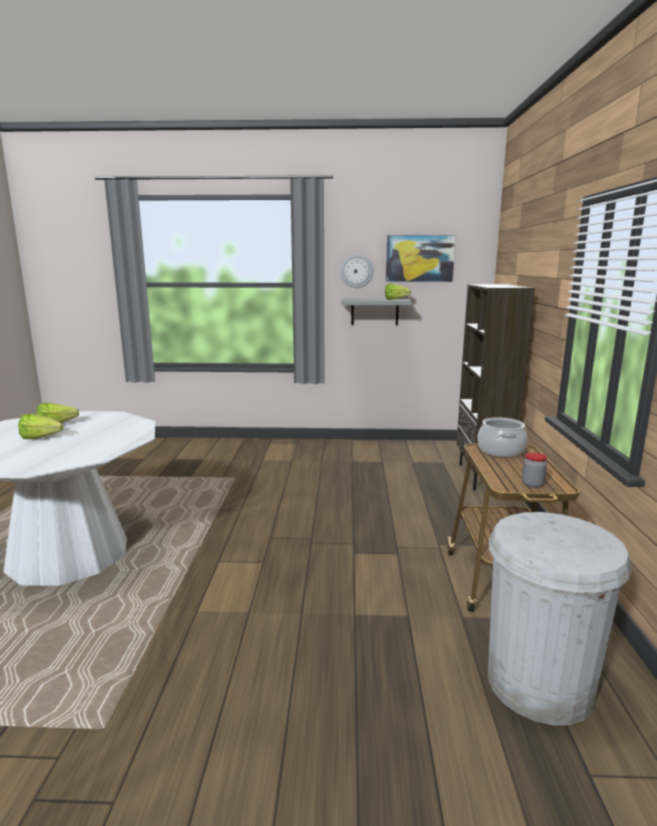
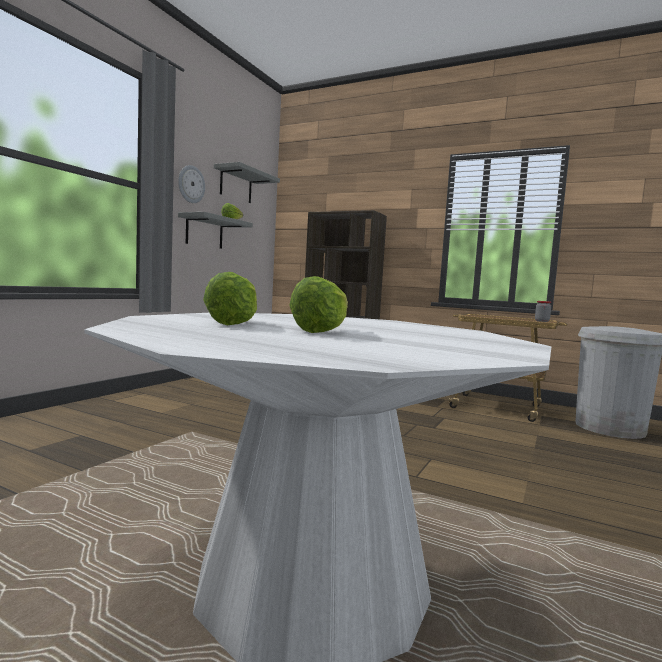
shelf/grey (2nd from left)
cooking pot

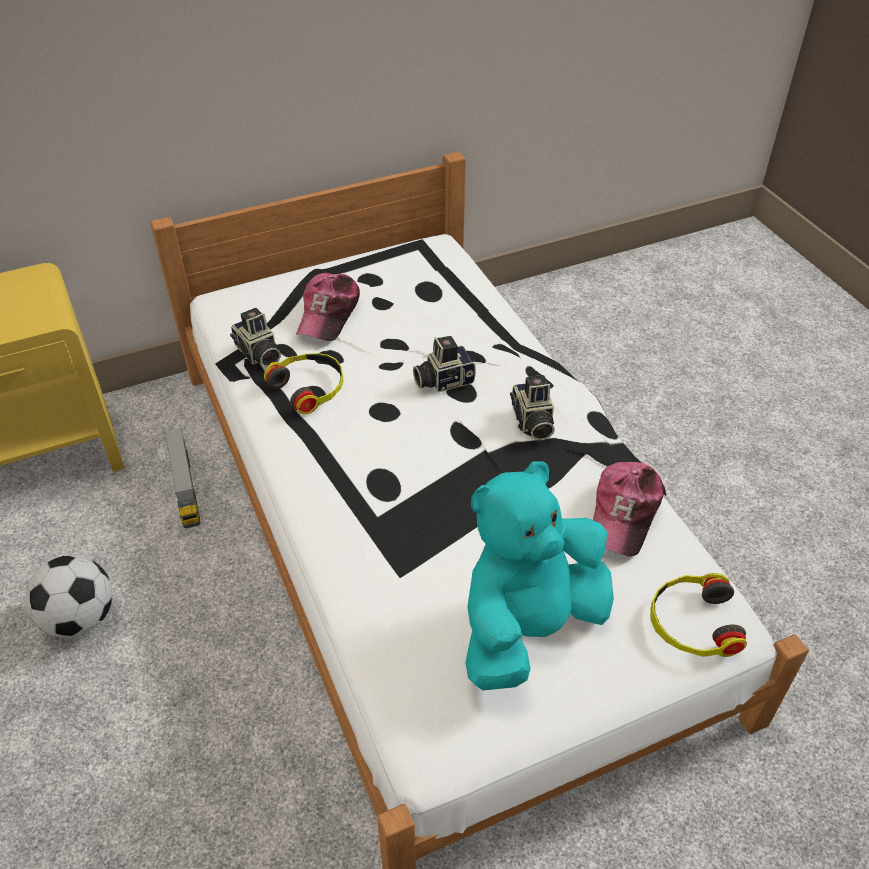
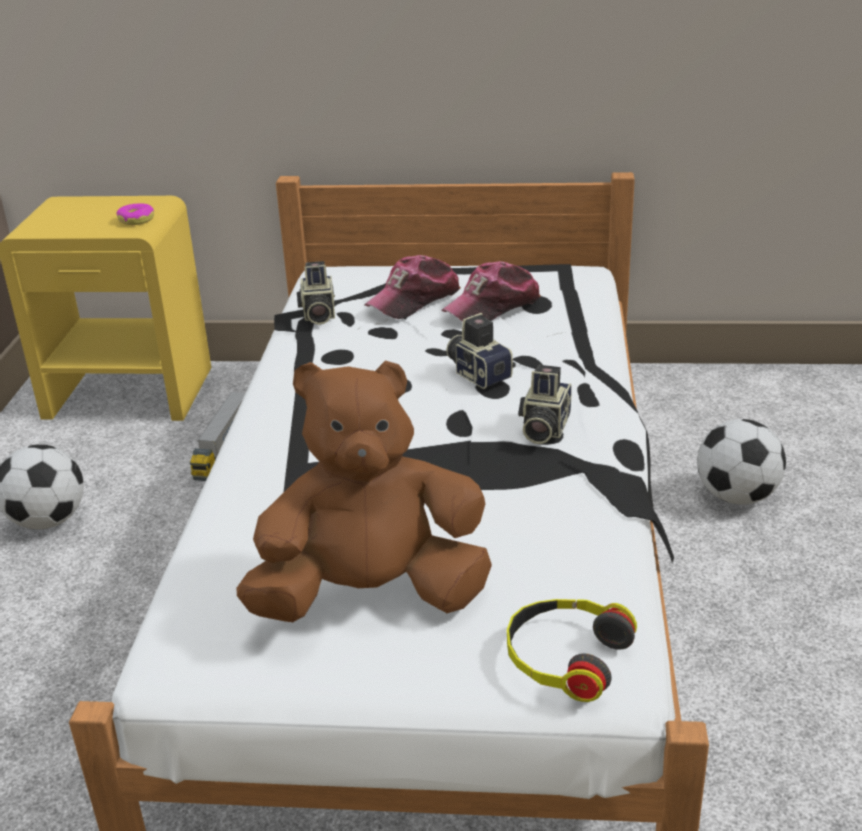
headphones (1st from left in the first image)
photo camera (2nd from left)
plush toy/brown
cap (2nd from left)
donut
football (2nd from left)

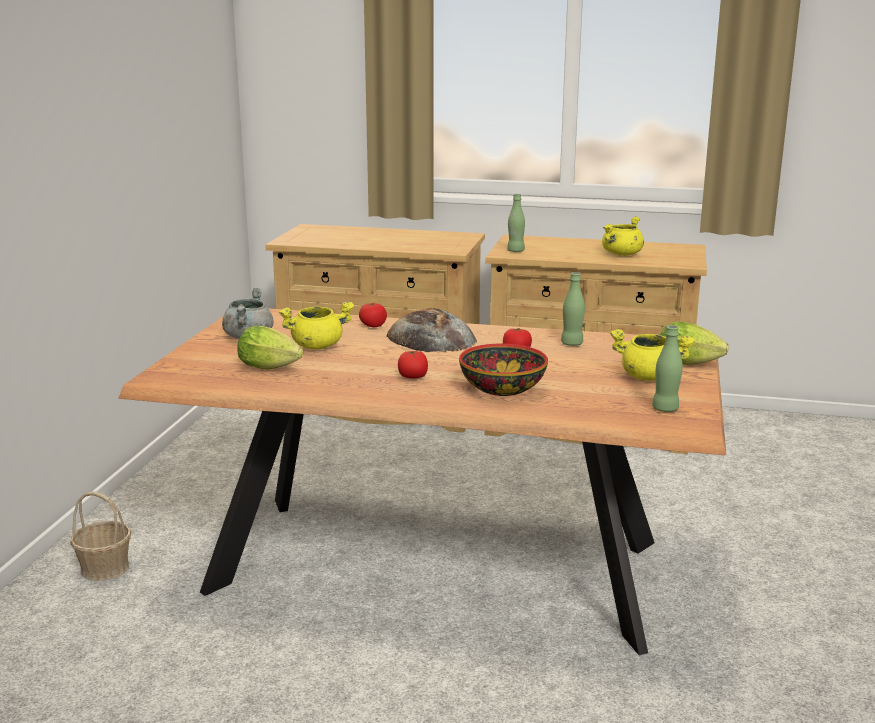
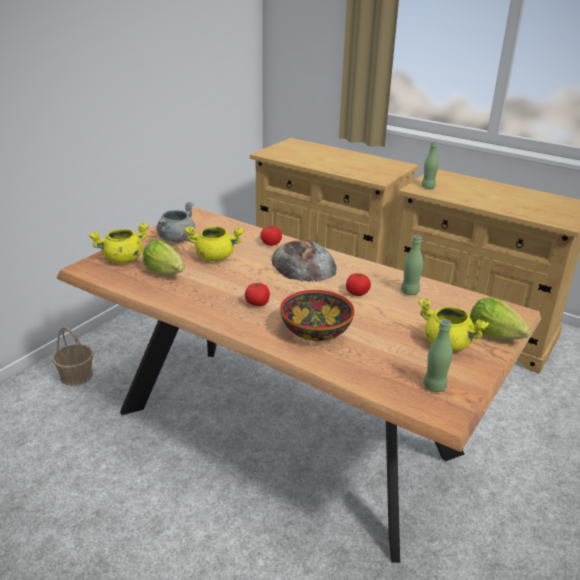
cooking pot/yellow (1st from left)

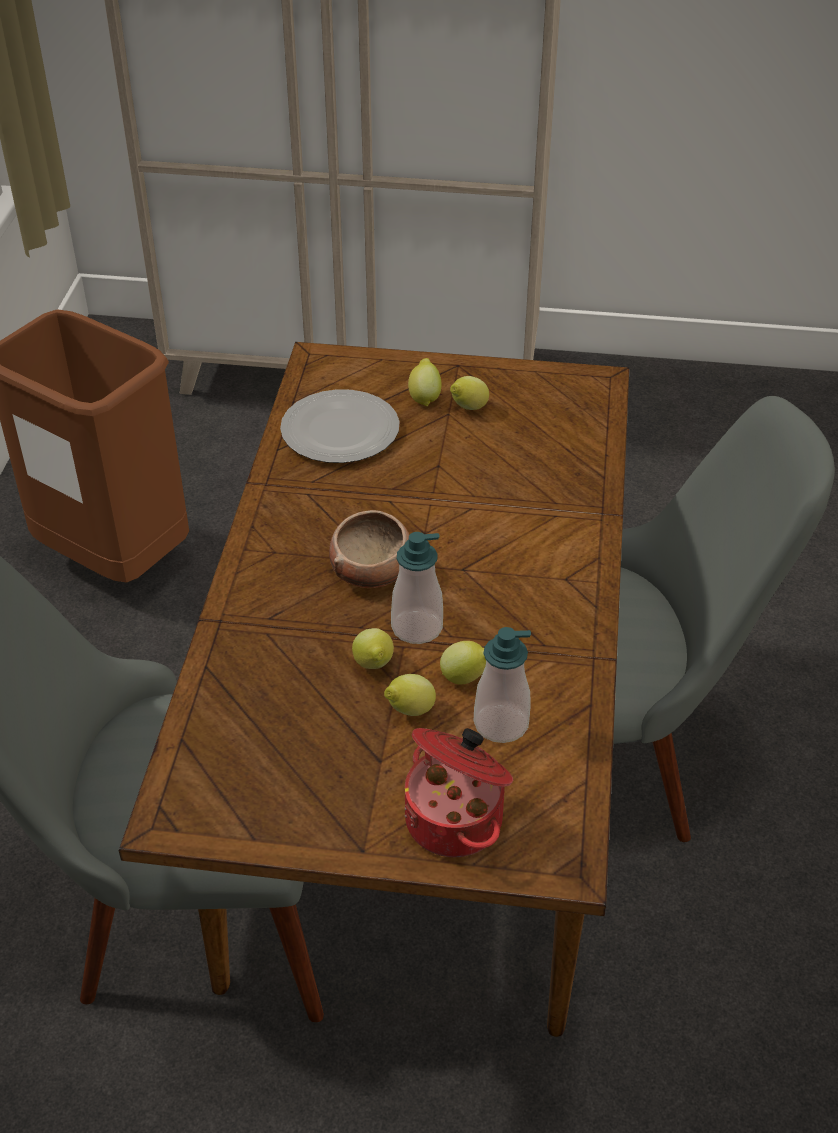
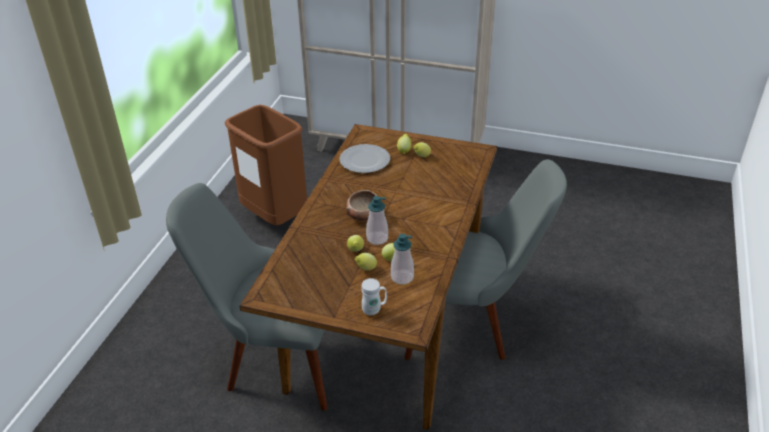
mug/white

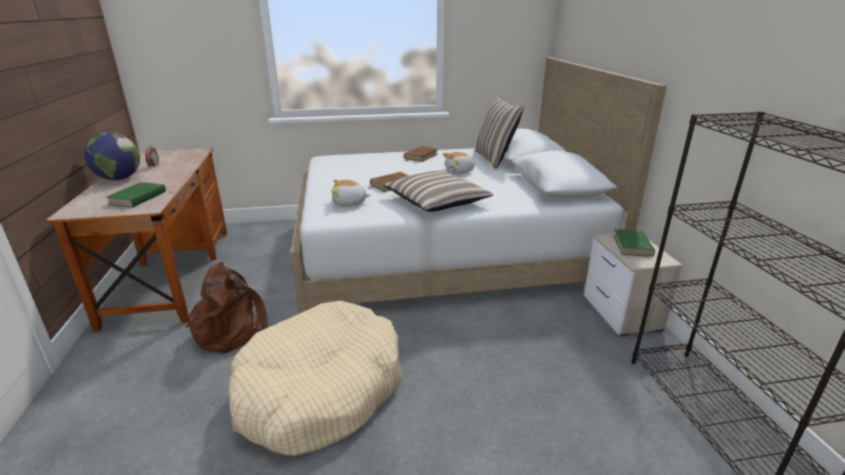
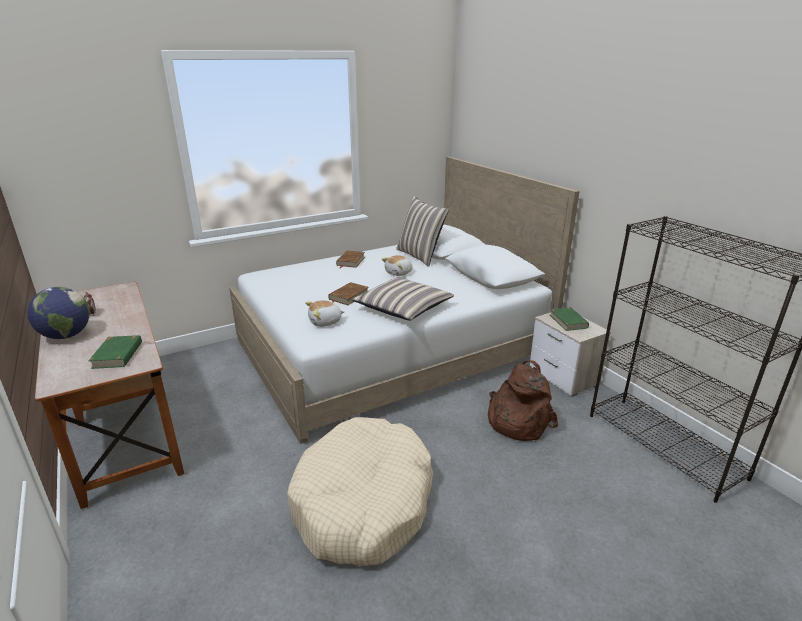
backpack/brown

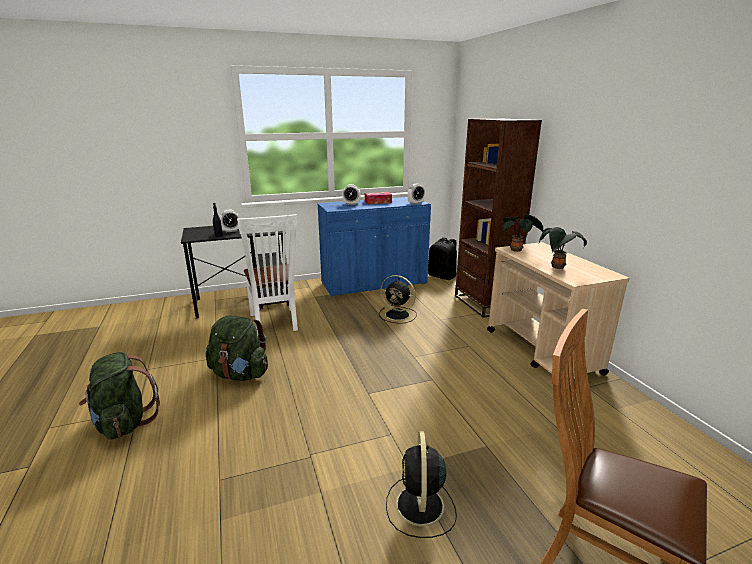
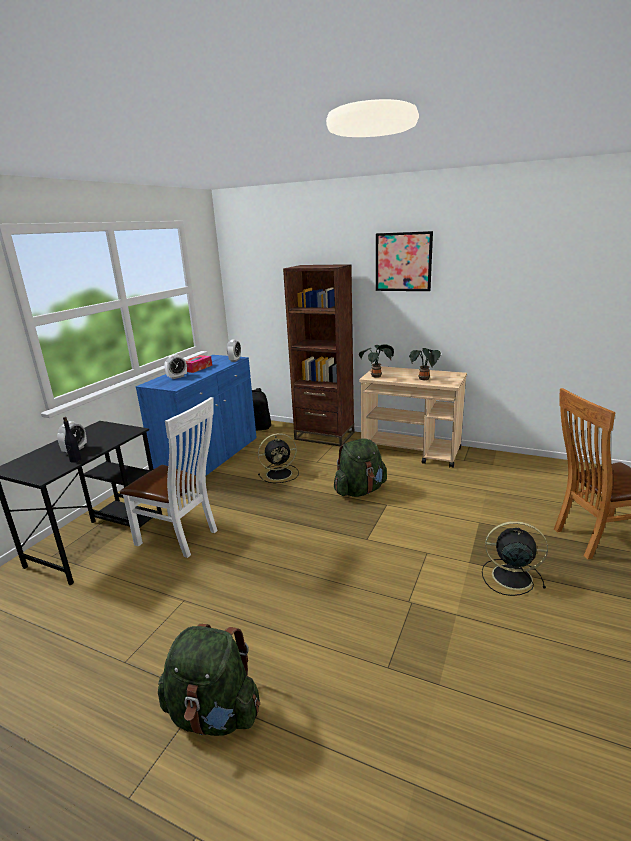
backpack/green (2nd from left)
fan/black (2nd from left)
picture

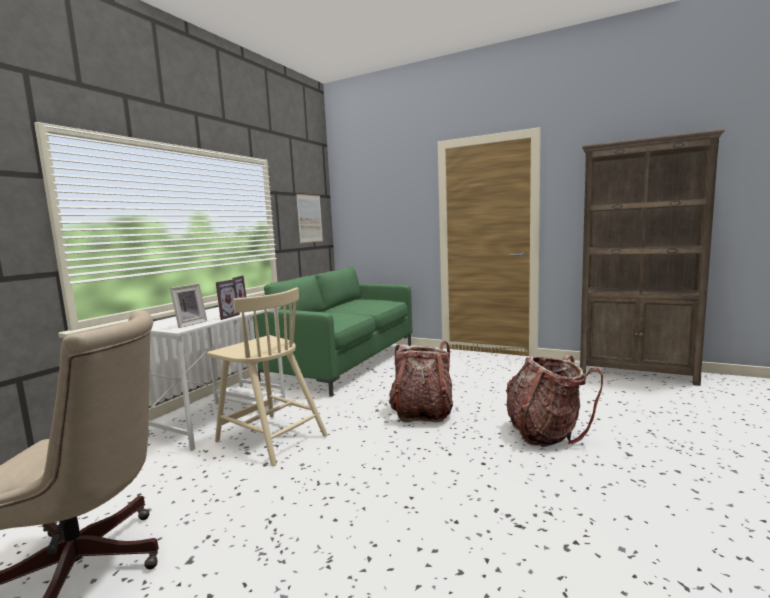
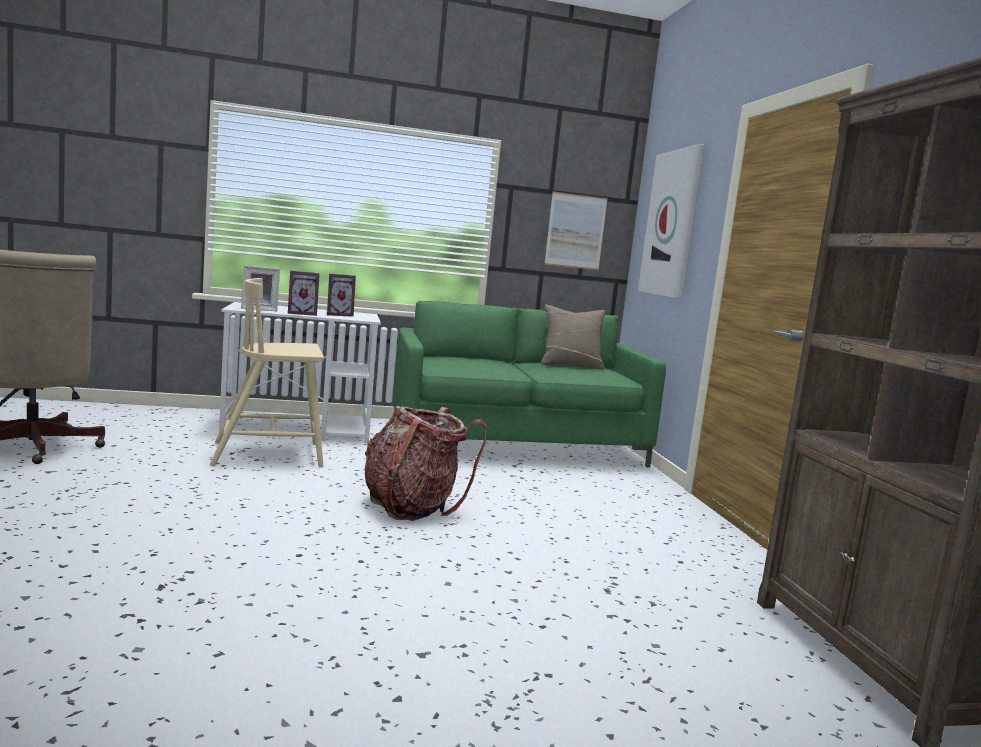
chair/beige
backpack (2nd from left in the first image)
pillow/beige
picture (2nd from left)

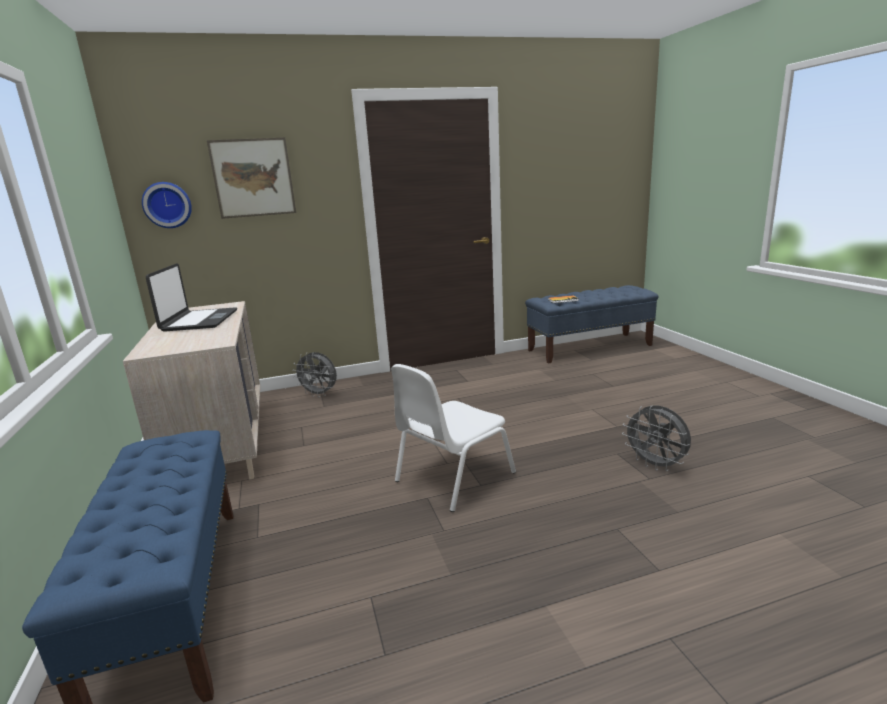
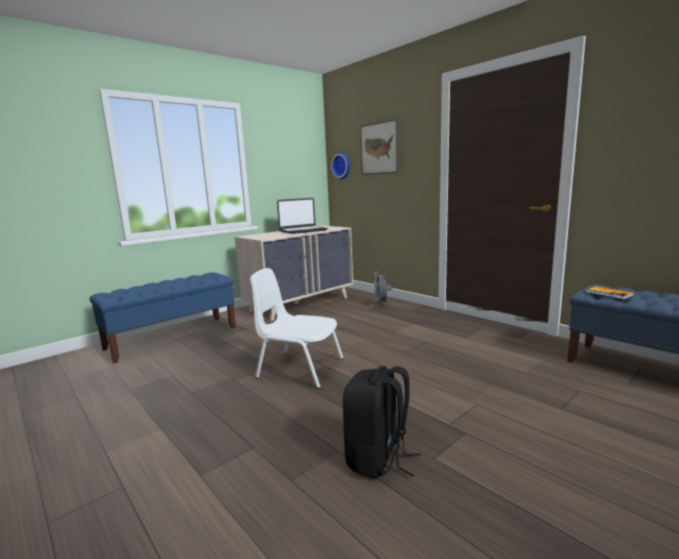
backpack/black

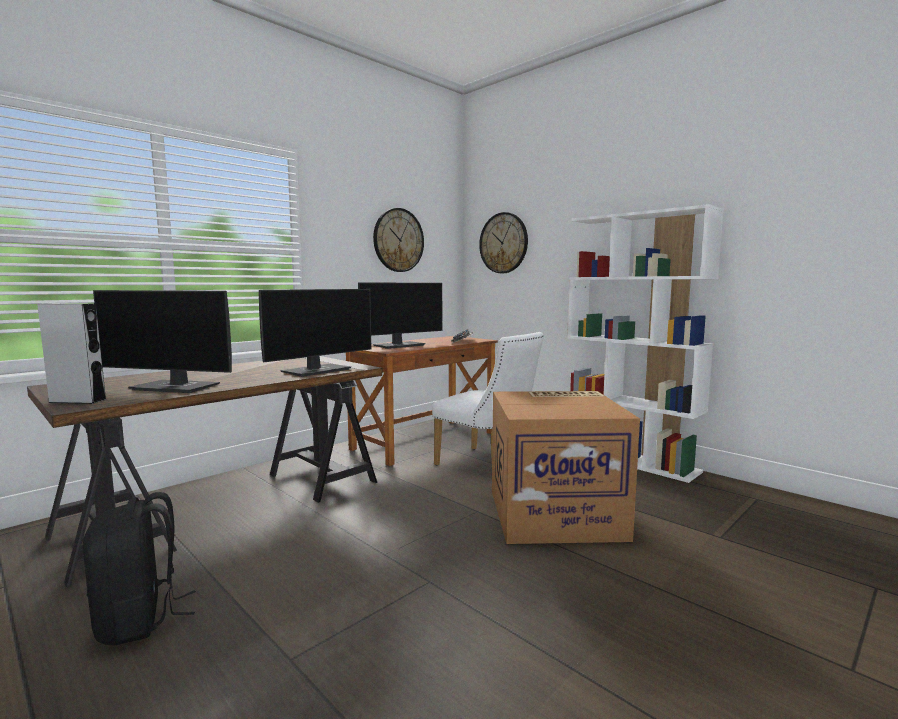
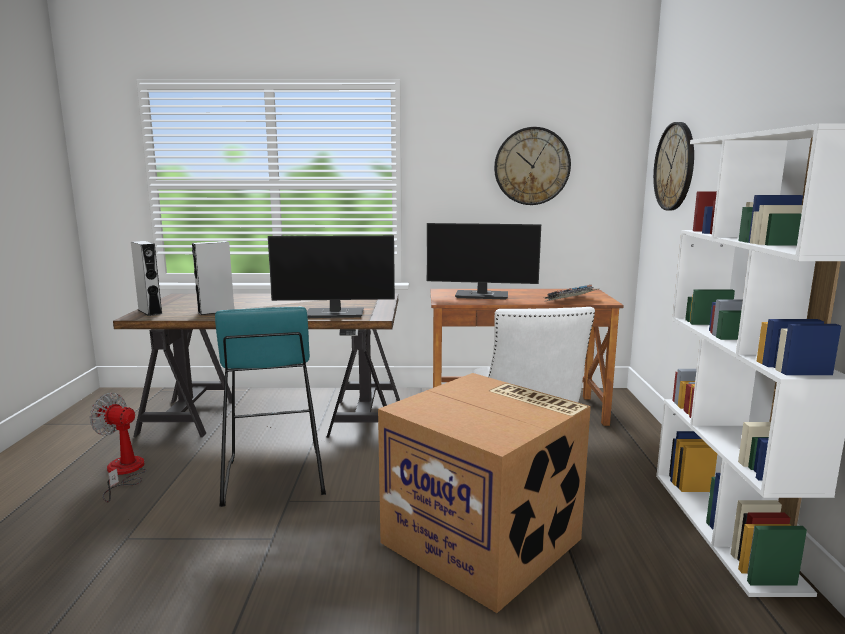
fan
speaker/grey (2nd from left)
stool/turquoise

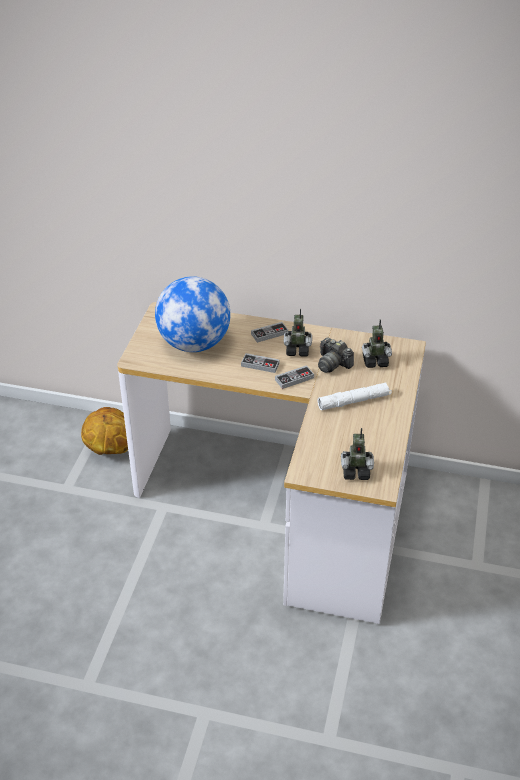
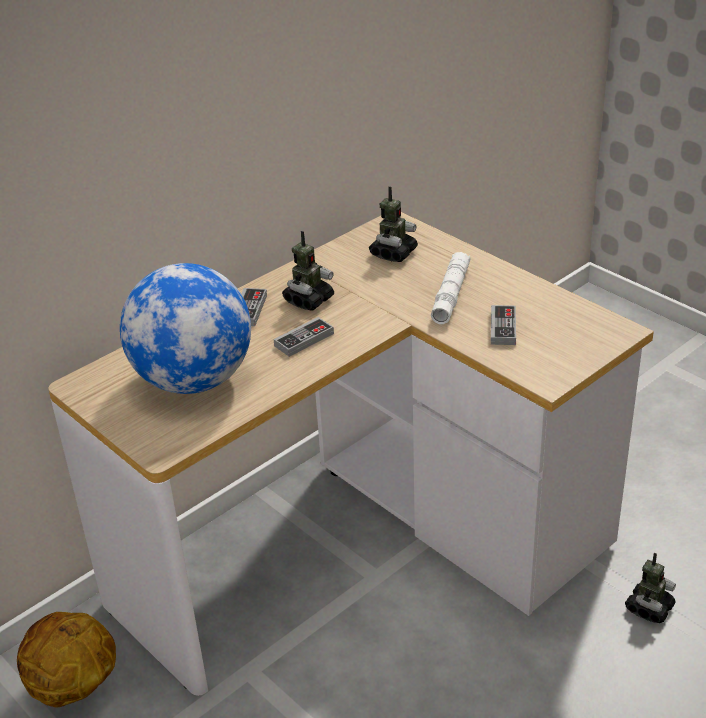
game controller (3rd from left)
photo camera
toy robot (3rd from left)

